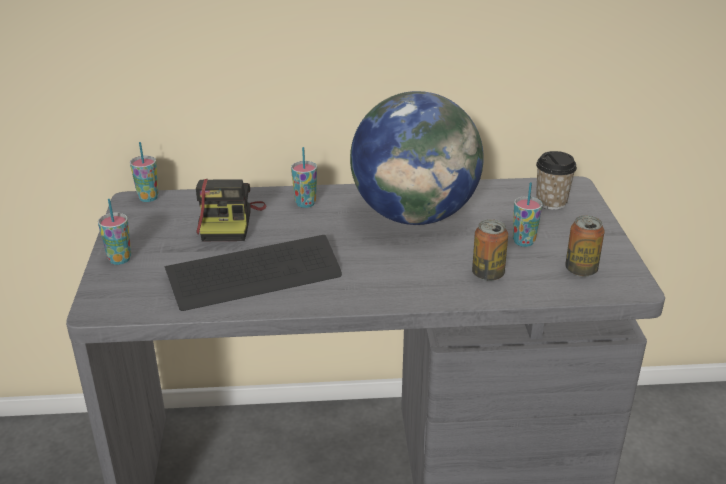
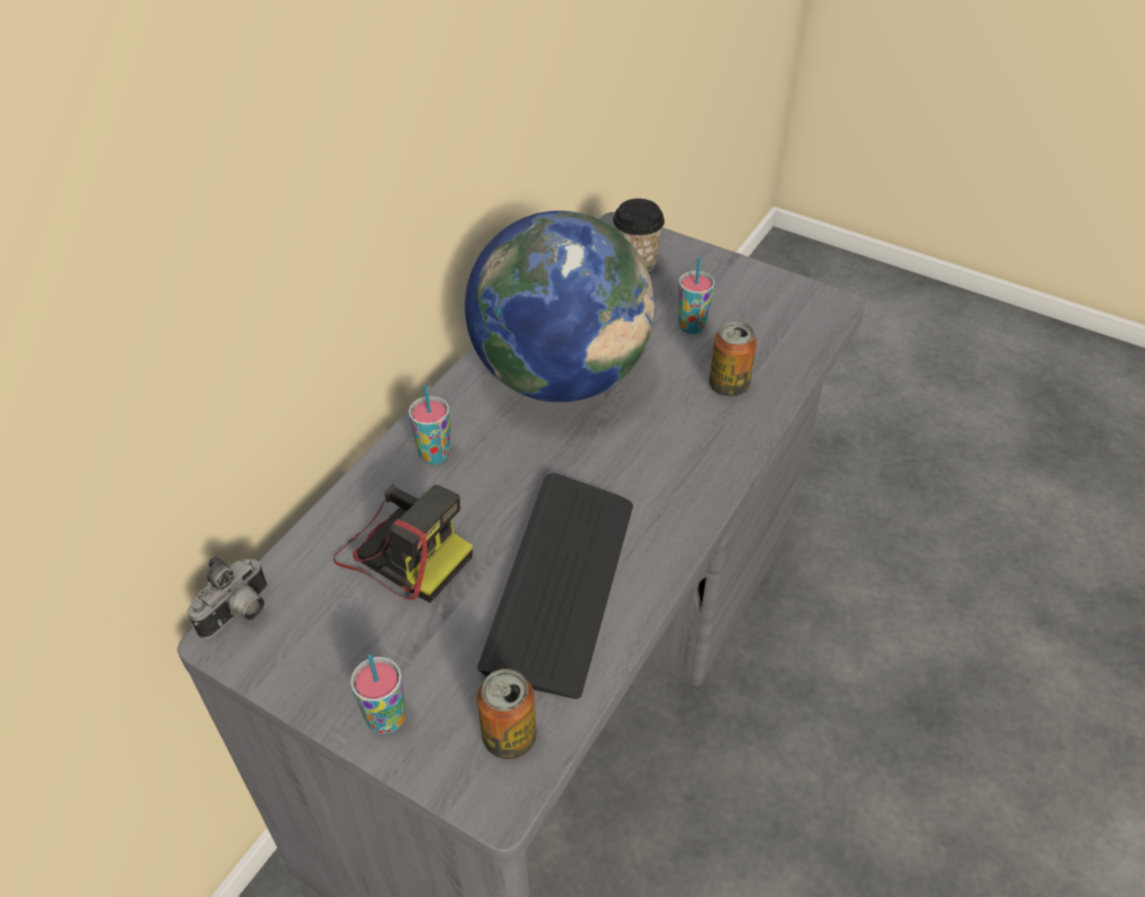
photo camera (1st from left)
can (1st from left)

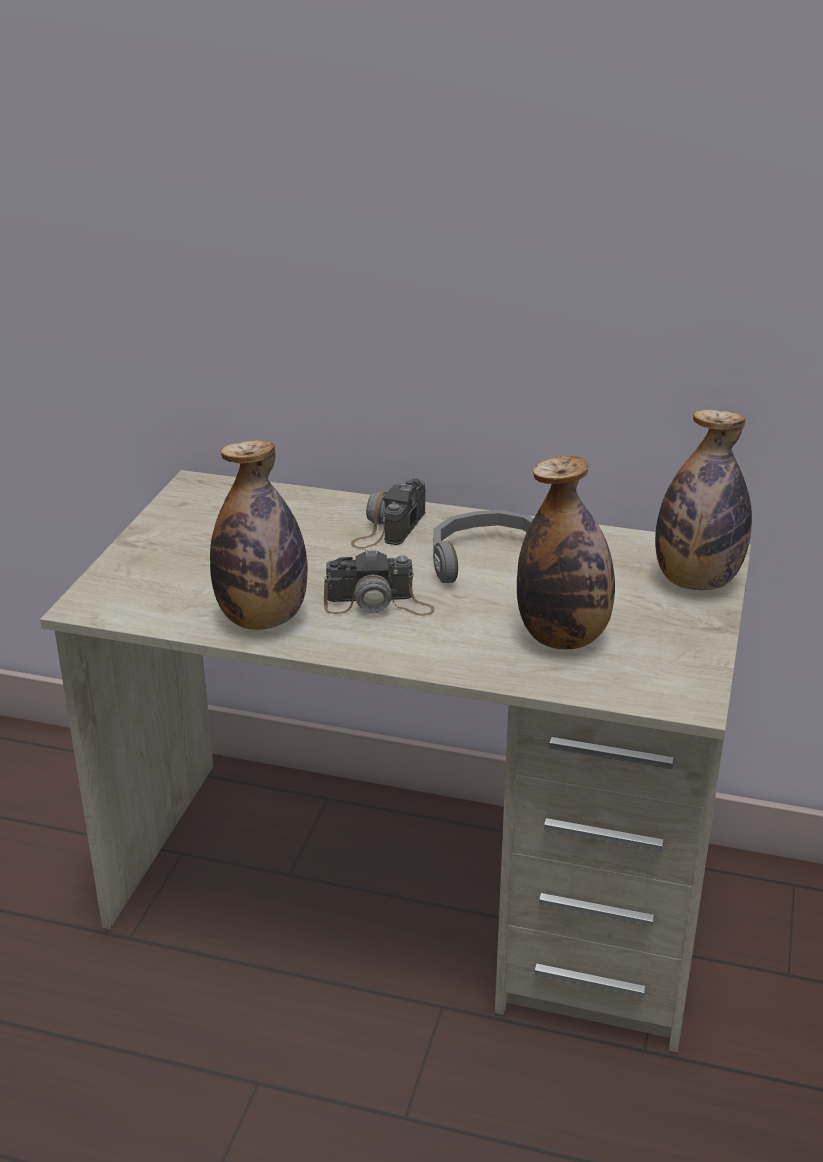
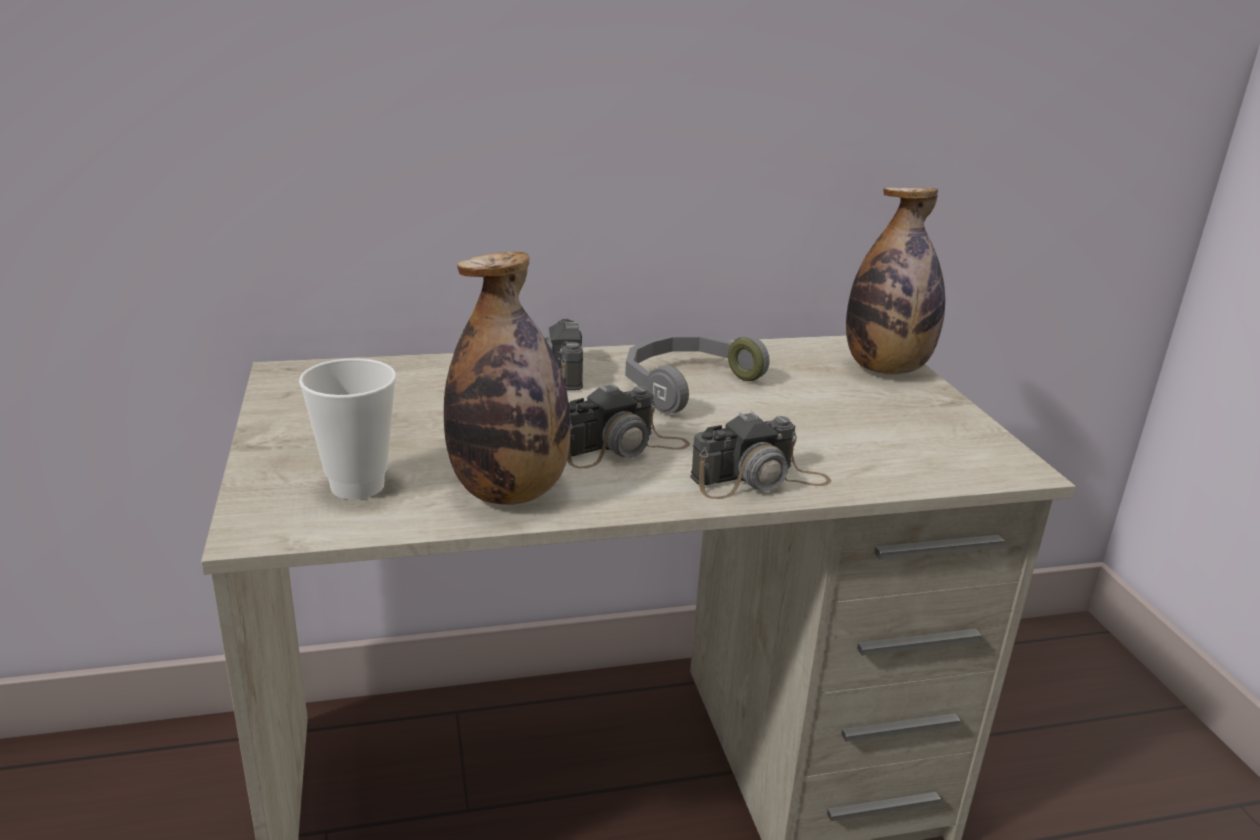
bottle (2nd from left in the first image)
cup
photo camera (3rd from left)

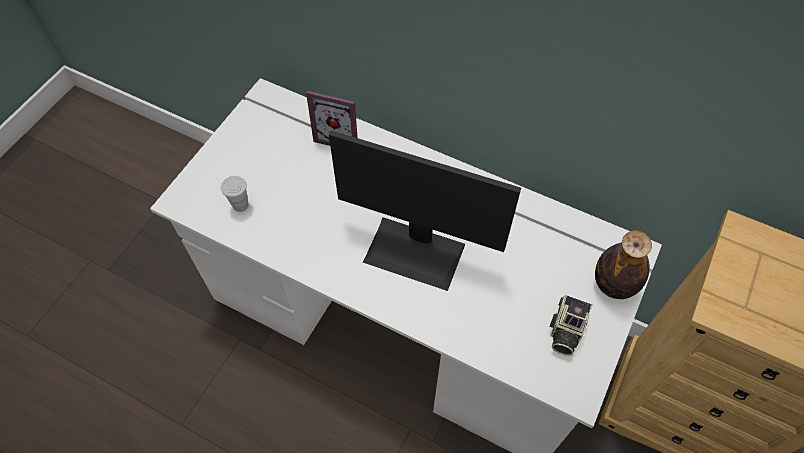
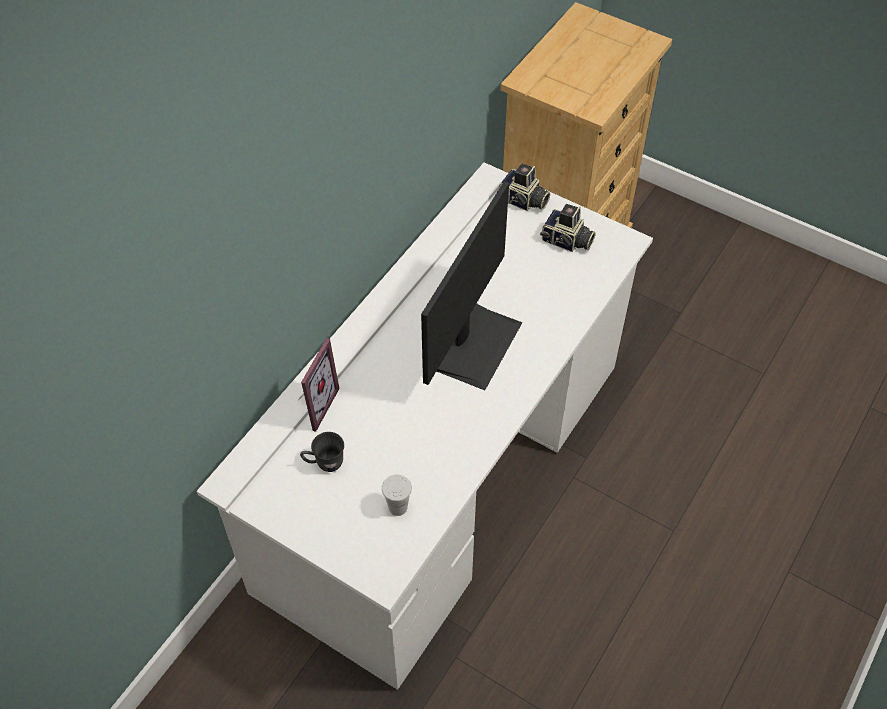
photo camera (1st from left)
mug/grey

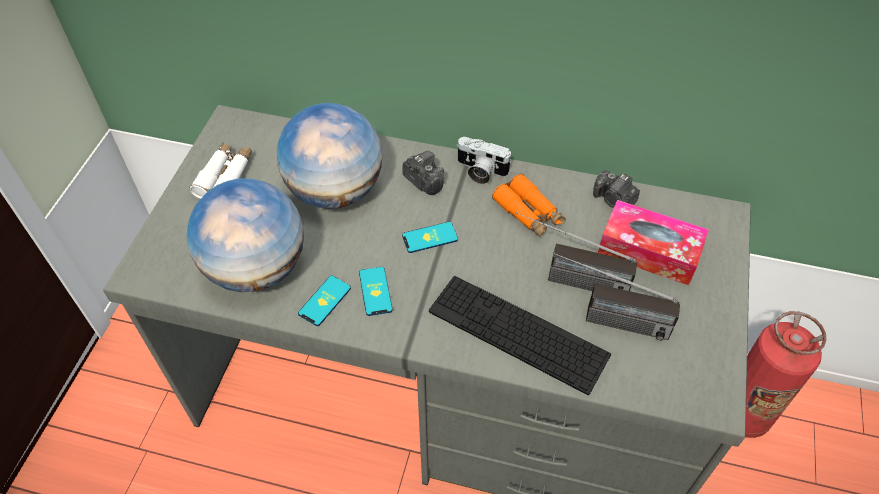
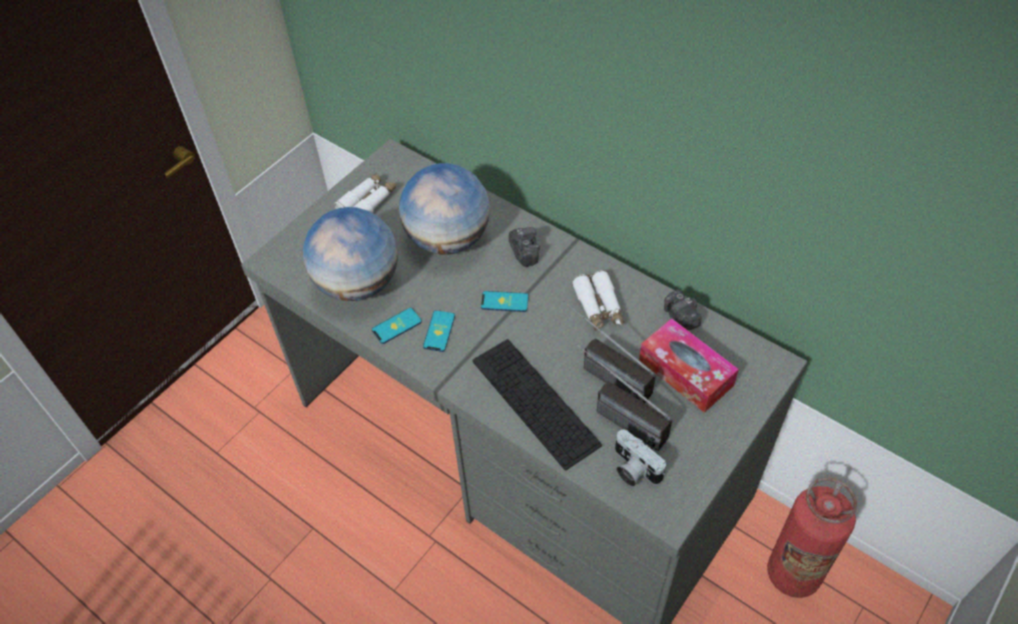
photo camera (2nd from left)
binoculars/white (2nd from left)

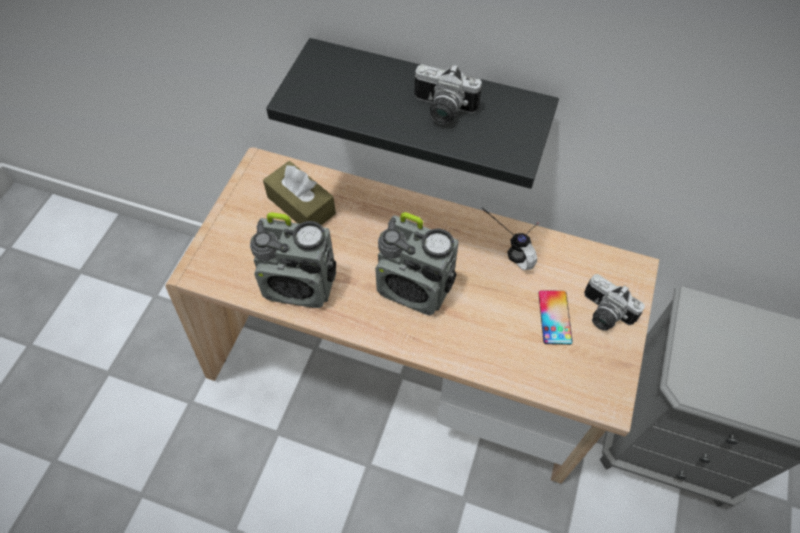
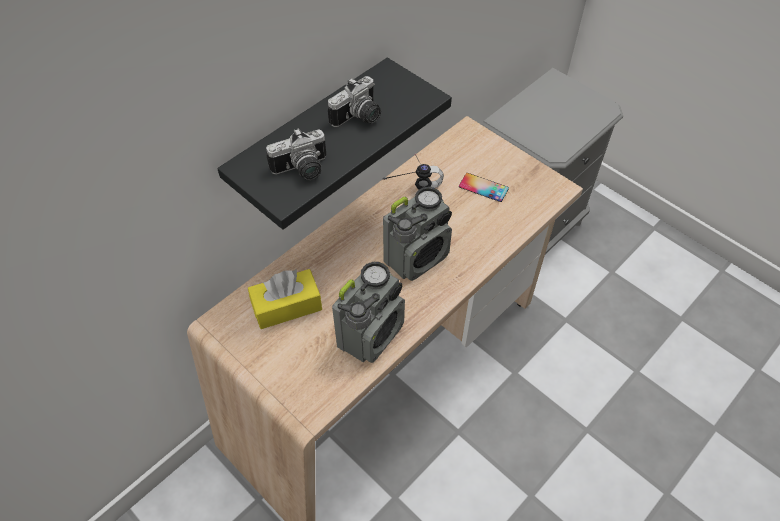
tissue box/yellow
photo camera (1st from left)

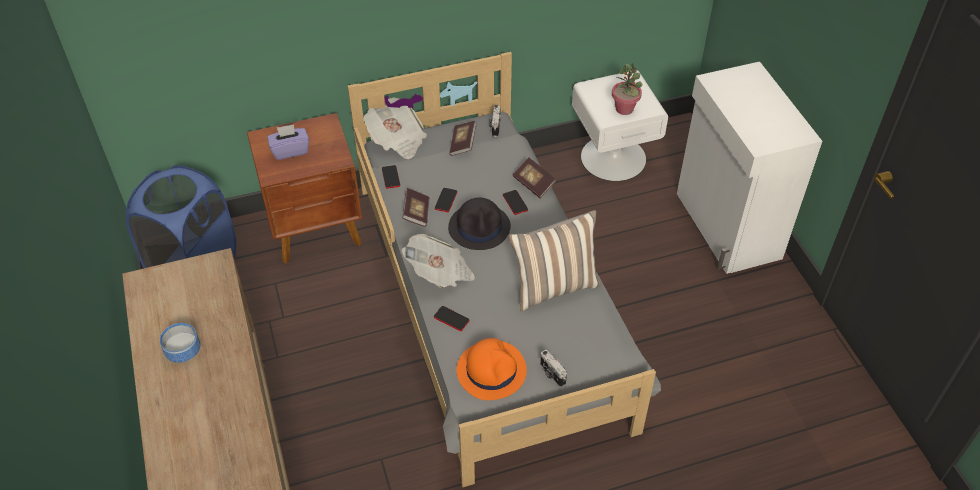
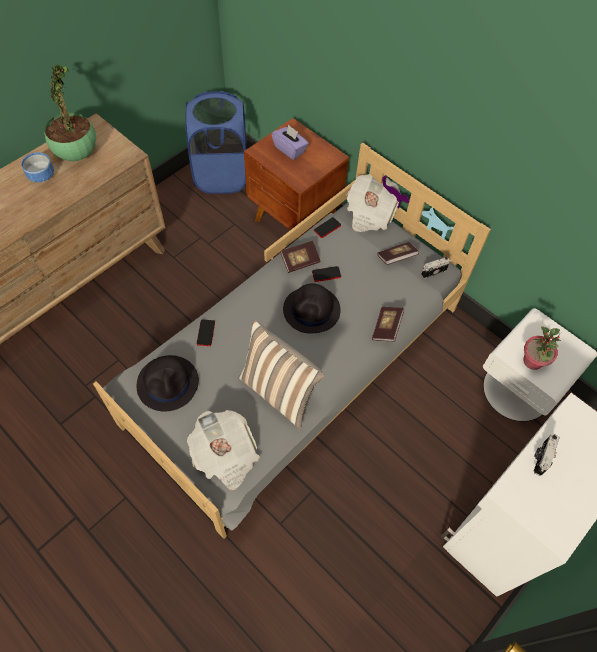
newspaper (1st from left)
hat/black (1st from left)
phone (4th from left in the first image)
photo camera (2nd from left)
potted plant (1st from left)

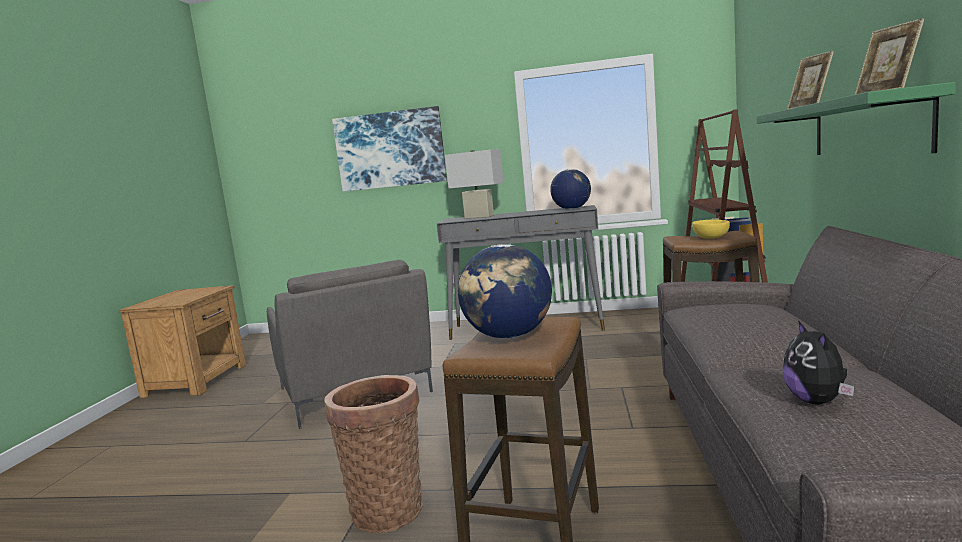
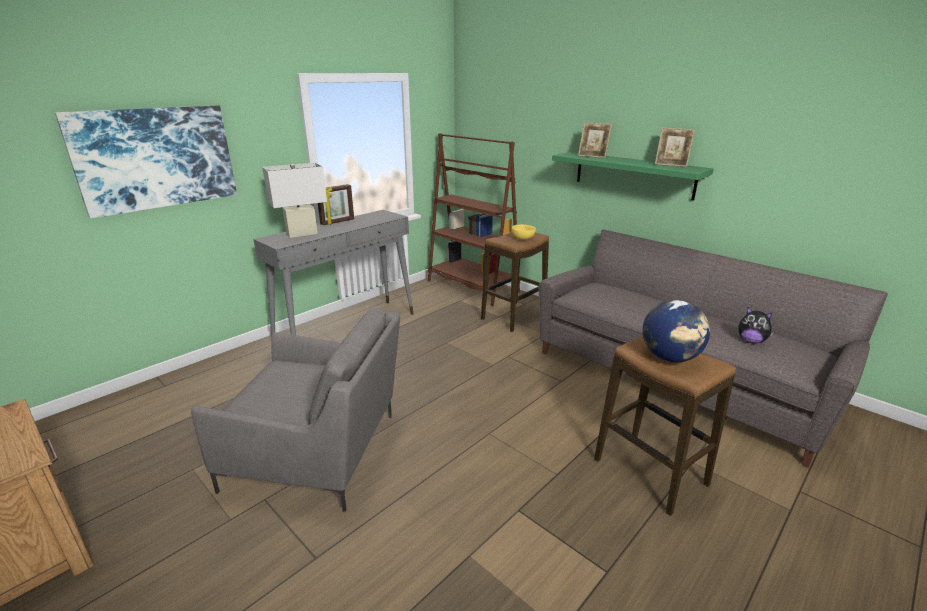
basket
globe (2nd from left in the first image)
picture frame (1st from left)

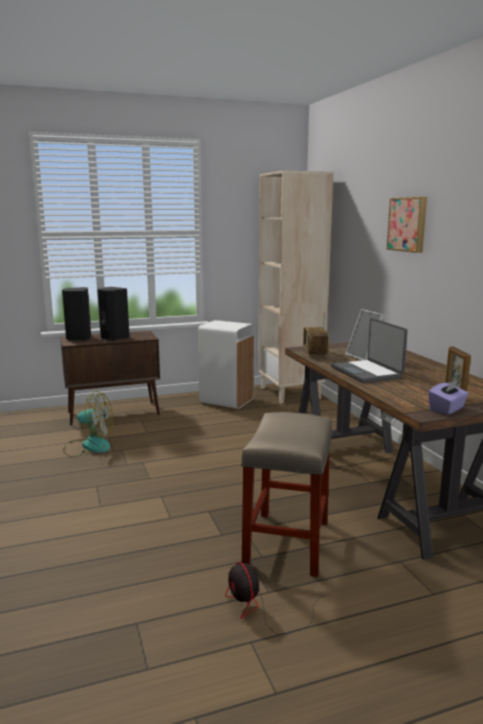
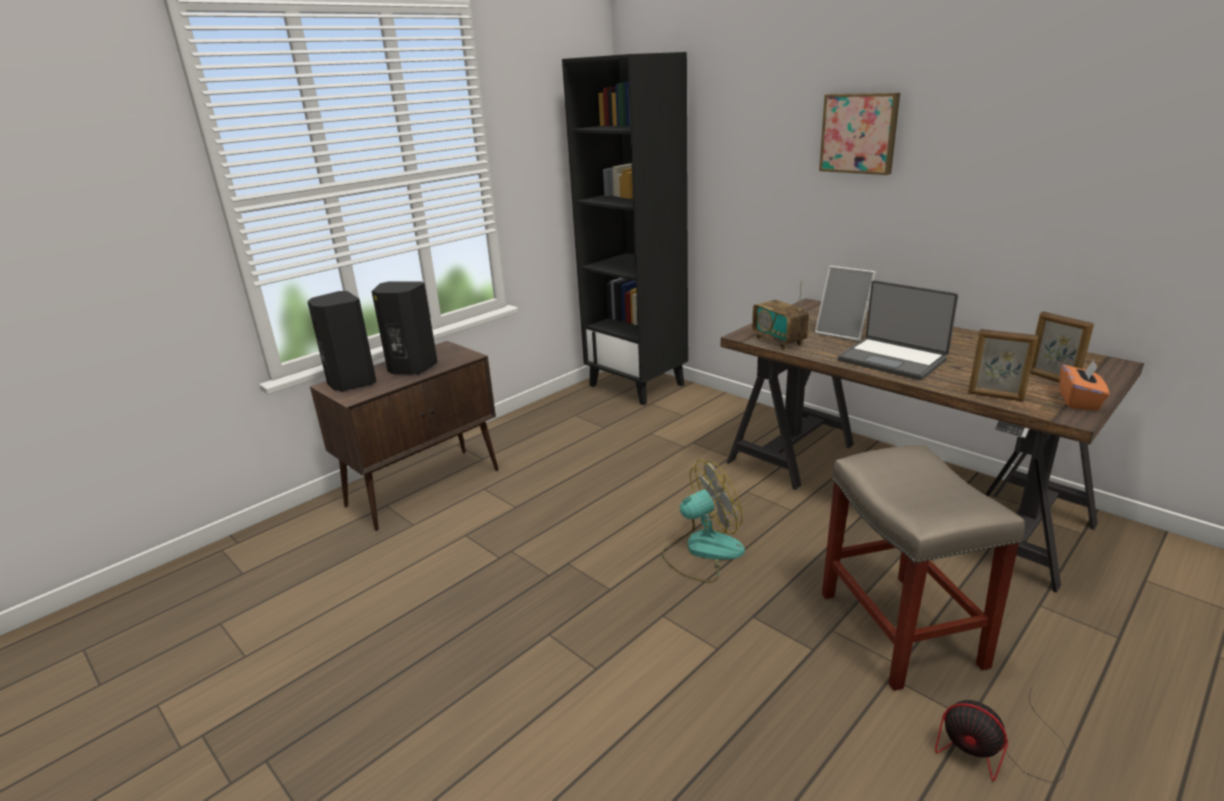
fan (1st from left)
trash can/white
bookcase/black
tissue box/orange
picture frame (2nd from left)

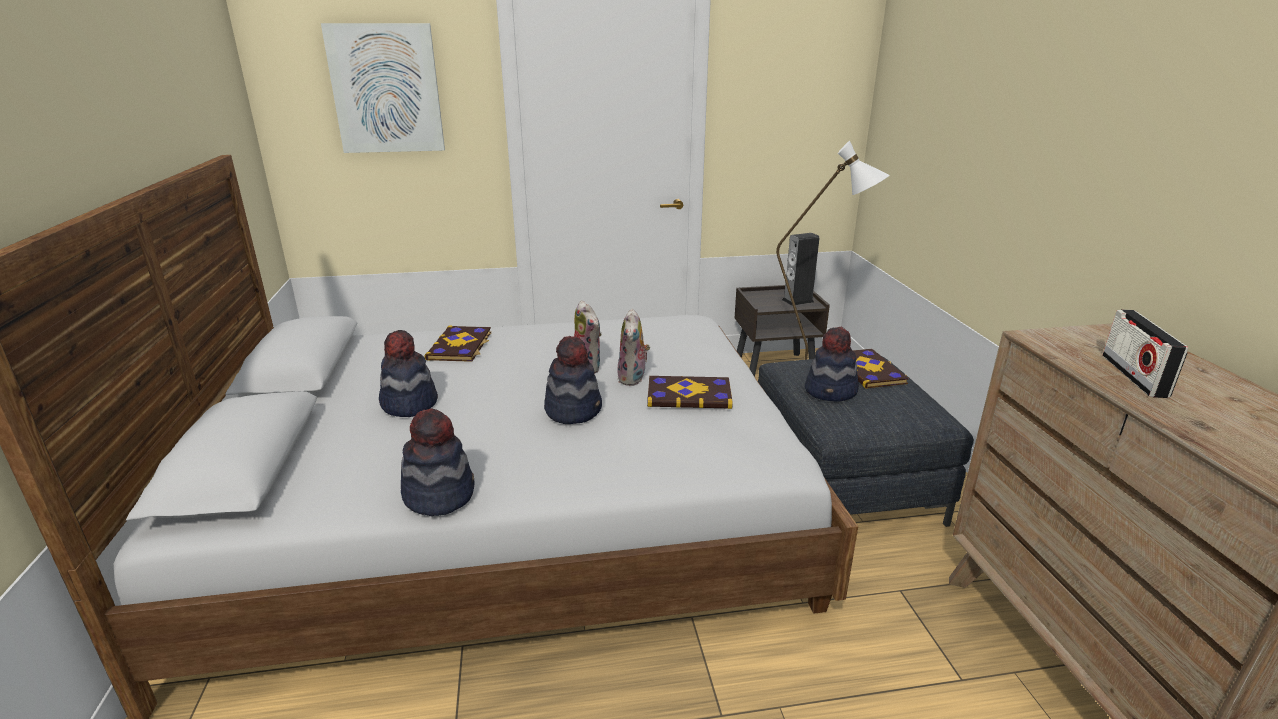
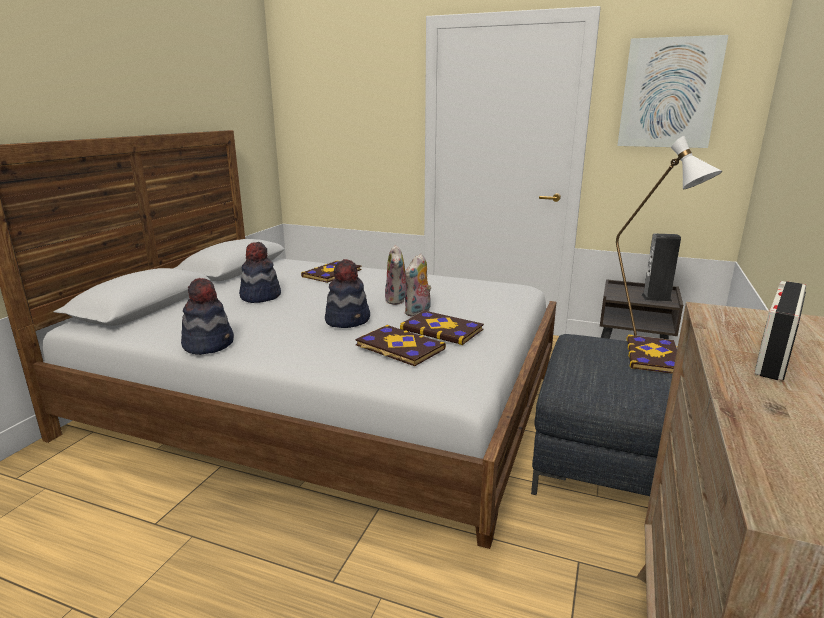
picture
hat (4th from left in the first image)
book (2nd from left)

